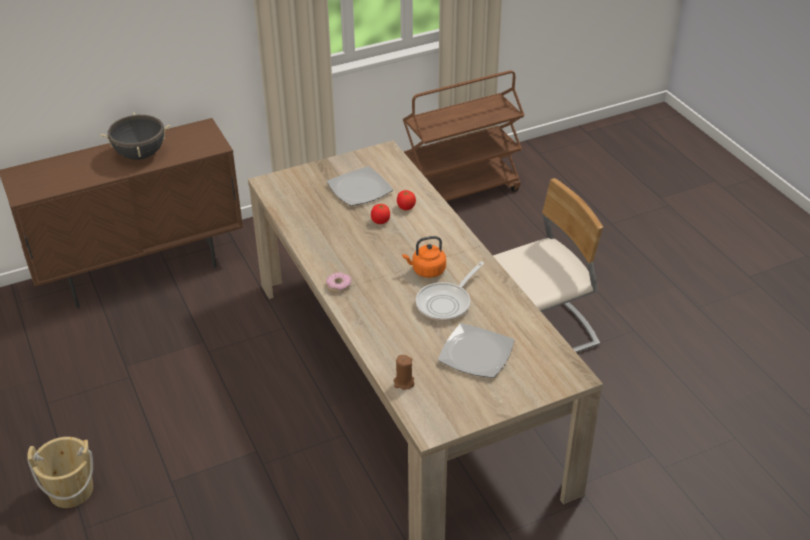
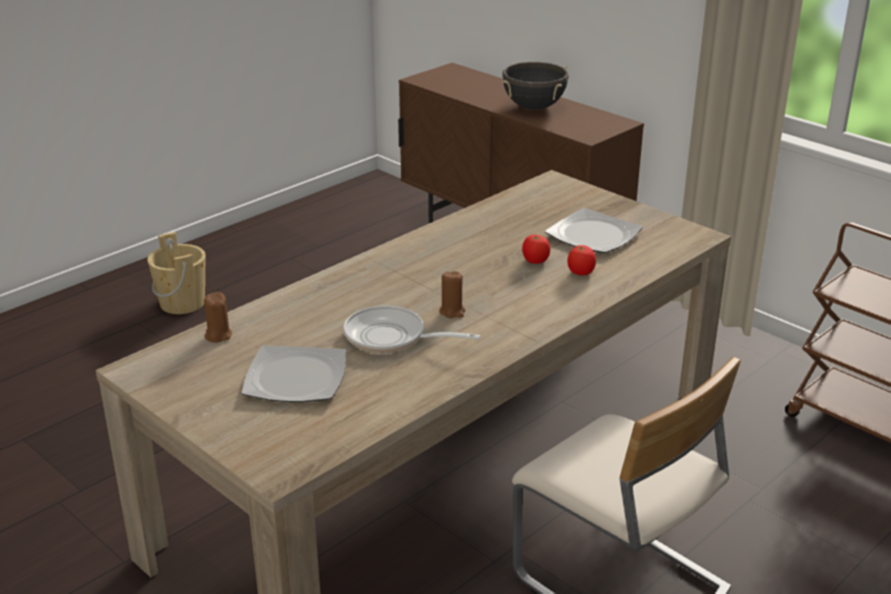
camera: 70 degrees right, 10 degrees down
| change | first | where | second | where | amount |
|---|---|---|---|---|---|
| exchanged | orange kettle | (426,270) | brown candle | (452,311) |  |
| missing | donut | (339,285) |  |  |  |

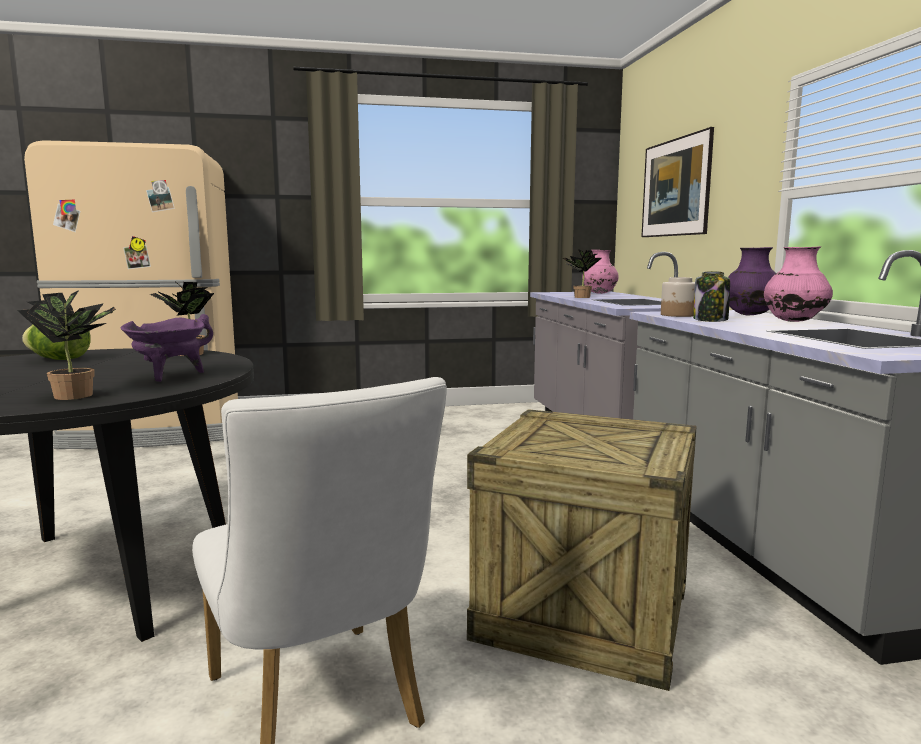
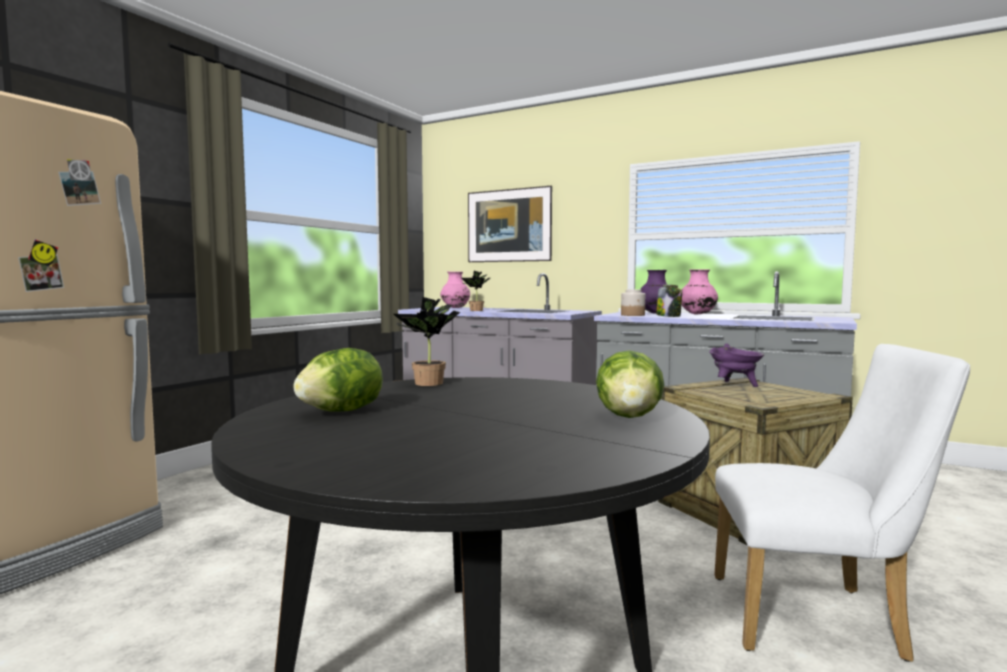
camera: 50 degrees left, 5 degrees down
| change | first | where | second | where | amount |
|---|---|---|---|---|---|
| exchanged | potted plant | (79,395) | lettuce | (629,417) |  |
| relocated | purple cooking pot | (169,376) |  | (735,385) |  |

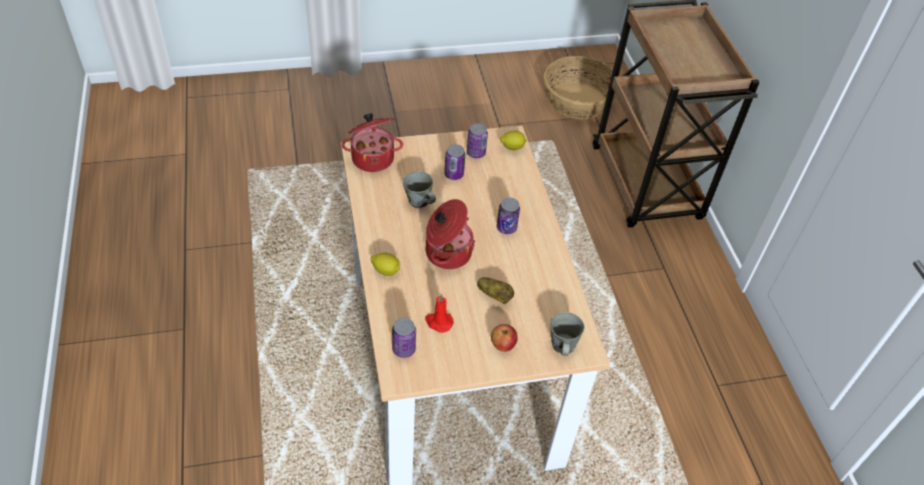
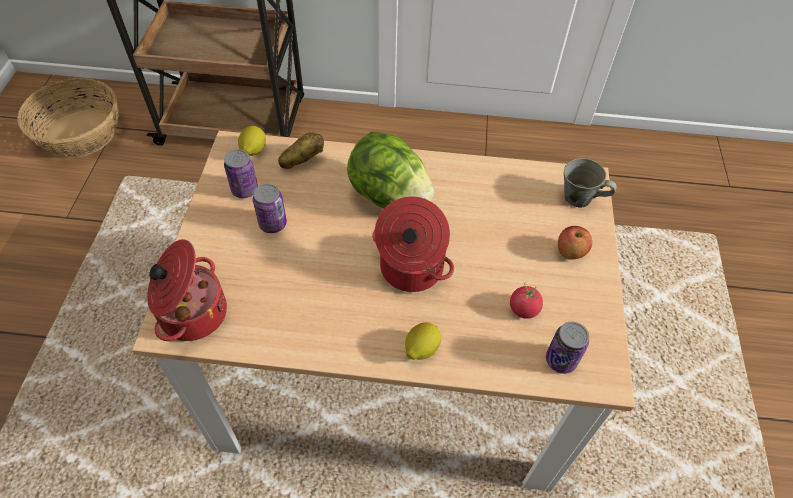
camera: 70 degrees left, 5 degrees up
| change | first | where | second | where | amount |
|---|---|---|---|---|---|
| relocated | potato | (495,296) |  | (302,160) |  |
| exchanged | can | (506,228) | lettuce | (389,196) |  |
| exchanged | red candle | (438,322) | tomato | (523,309) |  |
| missing | grey mug | (419,202) |  |  |  |

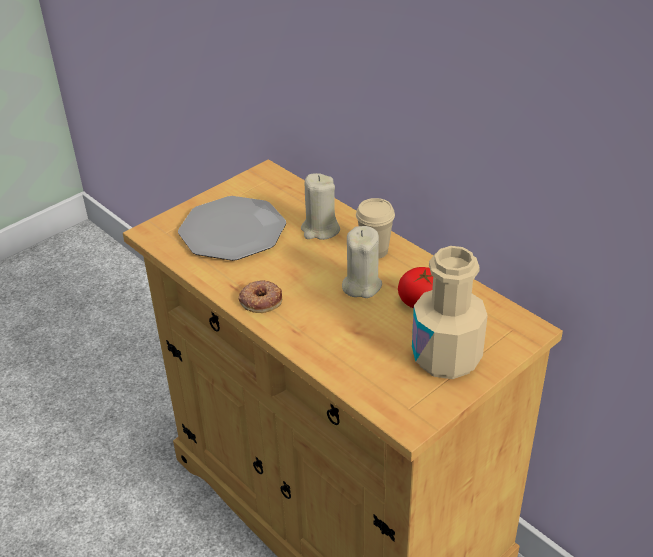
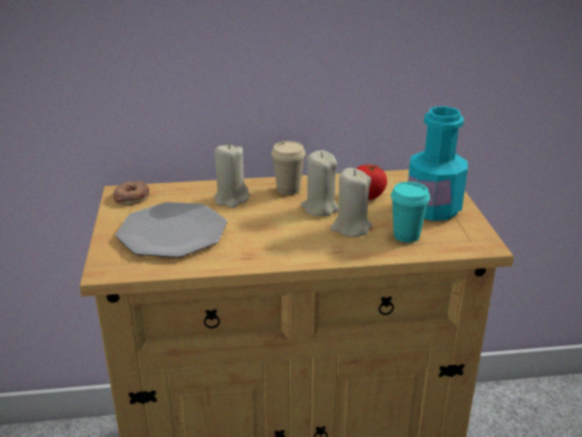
camera: 55 degrees left, 10 degrees down
| change | first | where | second | where | amount |
|---|---|---|---|---|---|
| relocated | donut | (261,300) |  | (131,197) |  |
| appeared |  |  | beige candle | (351,228) |  |
| appeared |  |  | turquoise cup | (406,236) |  |
| colour | beige bottle | (446,357) | turquoise bottle | (433,209) |  |

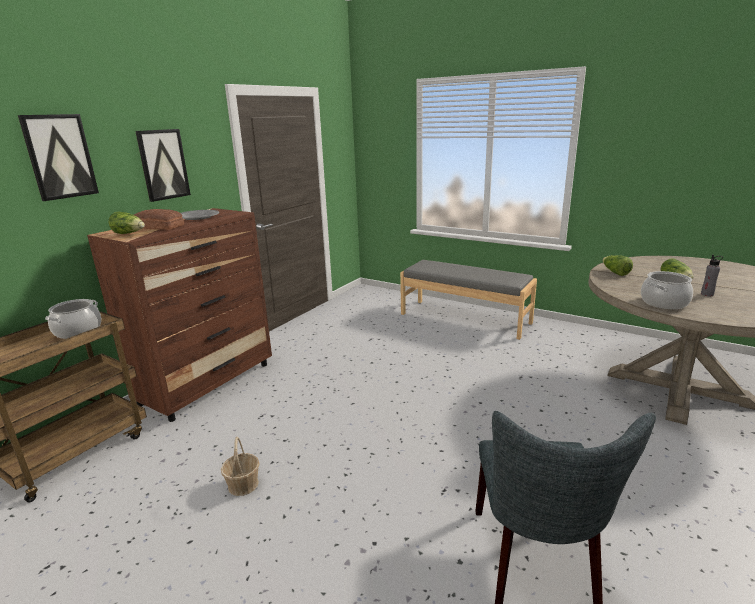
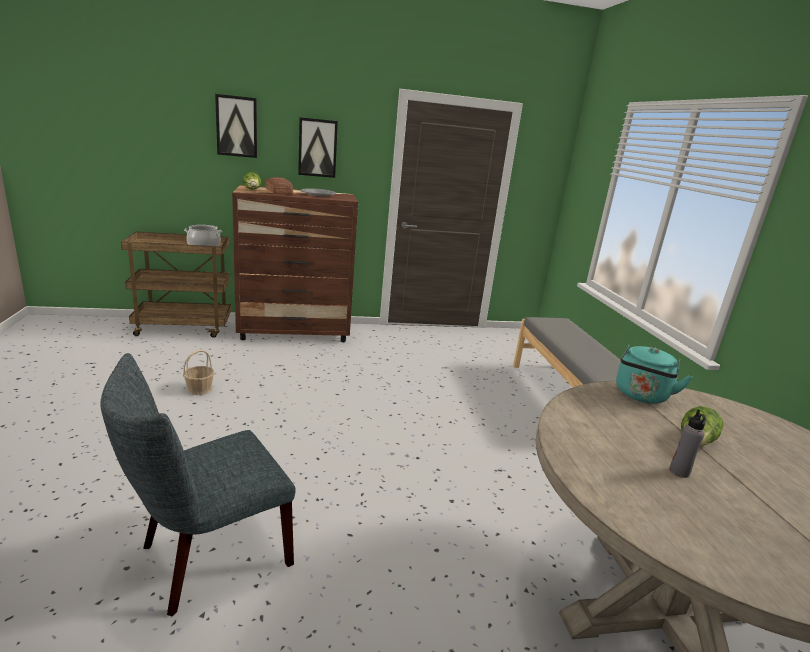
camera: 45 degrees right, 0 degrees up
| change | first | where | second | where | amount |
|---|---|---|---|---|---|
| exchanged | lettuce | (615,272) | turquoise kettle | (641,396) |  |
| missing | cooking pot | (664,303) |  |  |  |

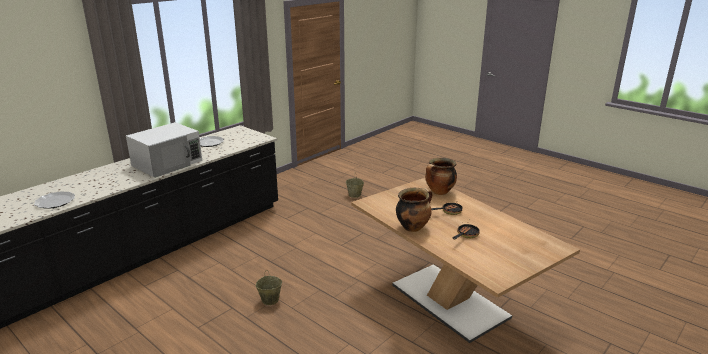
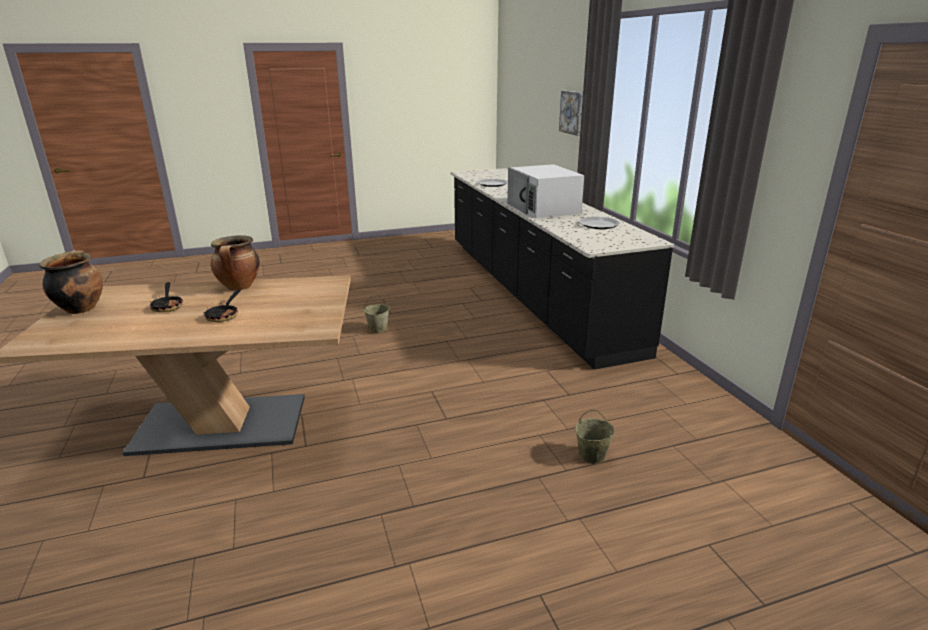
camera: 120 degrees right, 0 degrees up
| change | first | where | second | where | amount |
|---|---|---|---|---|---|
| relocated | cooking pot | (439,192) |  | (81,308) |  |
| appeared |  |  | picture | (573,112) |  |

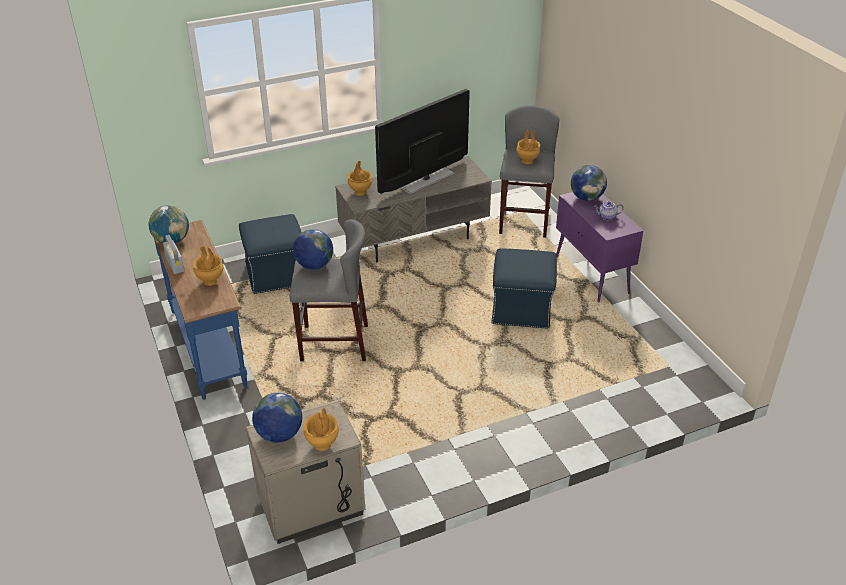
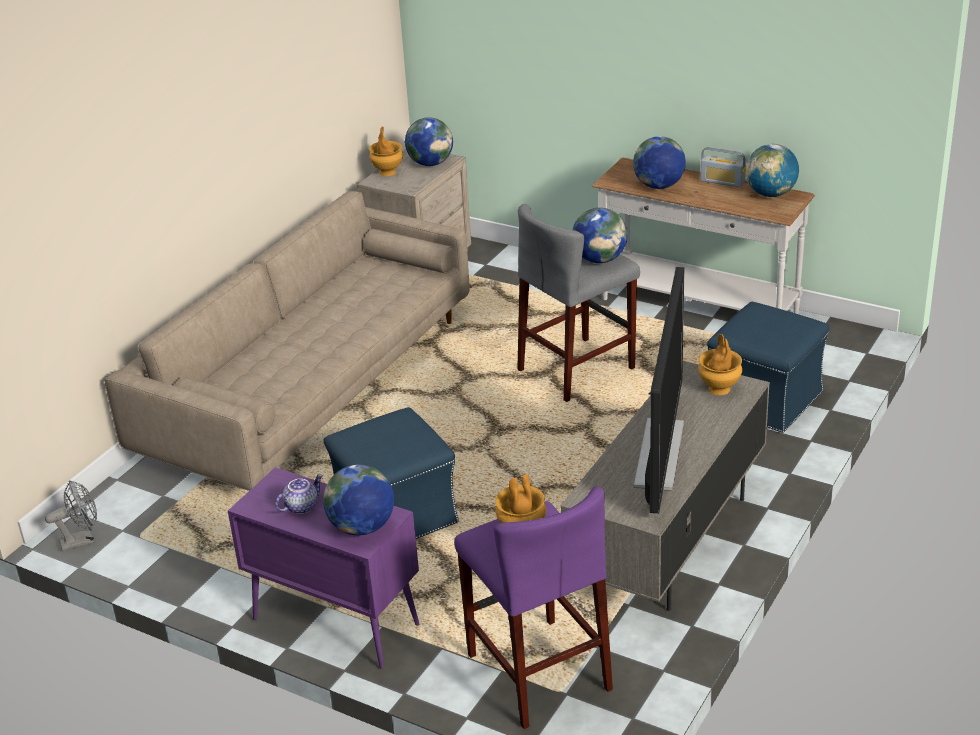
camera: 145 degrees right, 5 degrees down
| change | first | where | second | where | amount |
|---|---|---|---|---|---|
| appeared |  |  | grey fan | (82,540) |  |
| appeared |  |  | beige sofa | (311,386) |  |
| colour | grey stool | (523,221) | purple stool | (538,671) |  |
| colour | blue console table | (209,347) | white console table | (698,307) |  |
| exchanged | brown vase | (211,281) | globe | (659,186) |  |

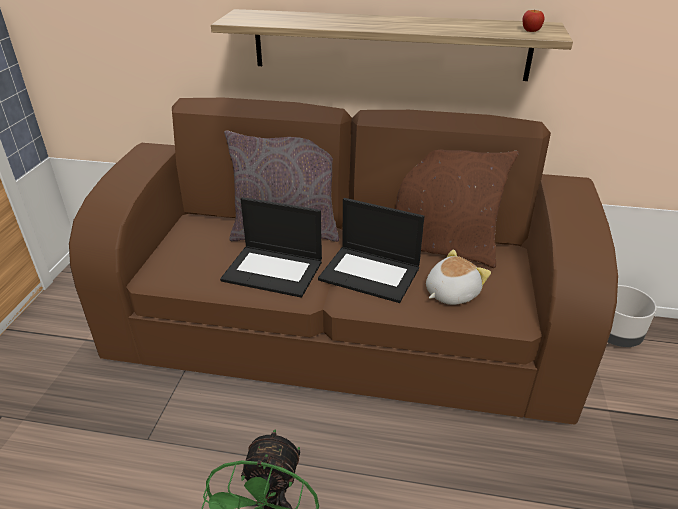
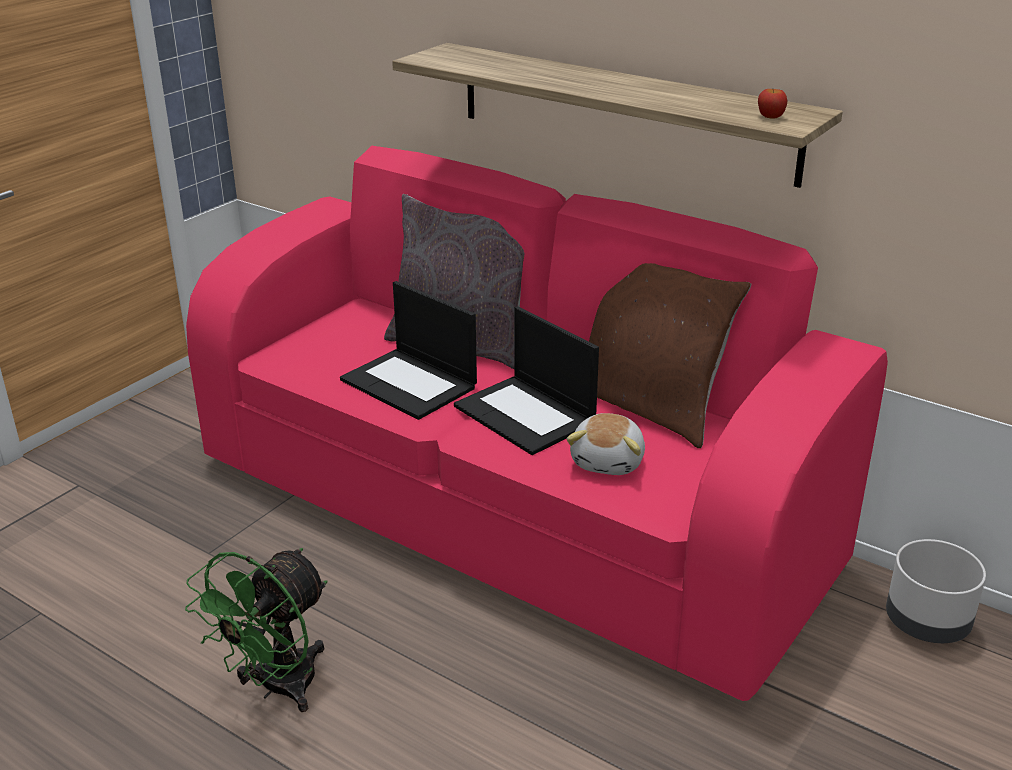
camera: 25 degrees right, 5 degrees down
| change | first | where | second | where | amount |
|---|---|---|---|---|---|
| colour | brown sofa | (340,335) | pink sofa | (508,510) |  |
| spun | plush toy | (450,293) |  | (609,461) | 120 degrees clockwise |

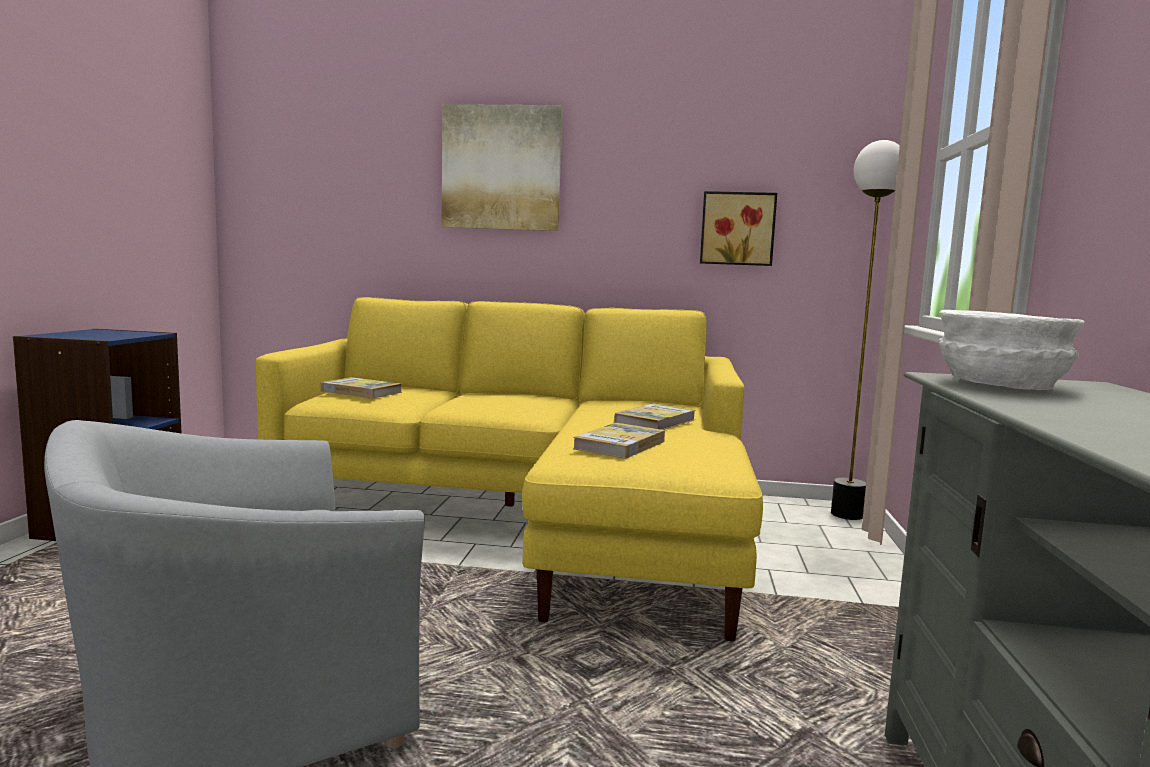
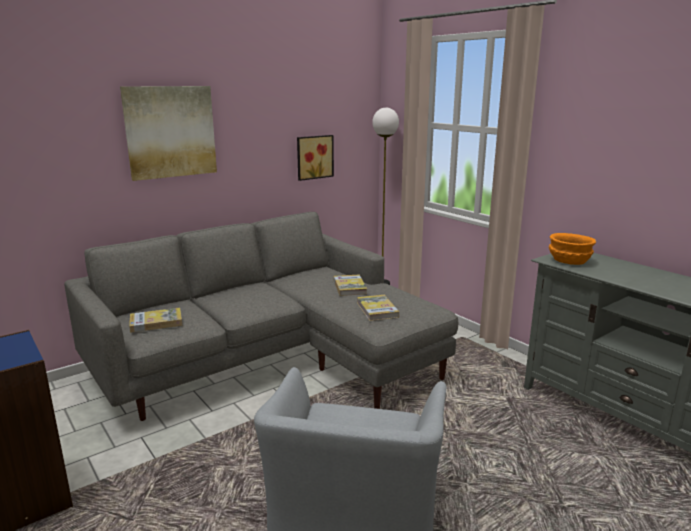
camera: 45 degrees left, 10 degrees up
| change | first | where | second | where | amount |
|---|---|---|---|---|---|
| colour | yellow sofa | (532,520) | grey sofa | (271,361) |  |
| colour | white bowl | (999,384) | orange bowl | (568,261) |  |

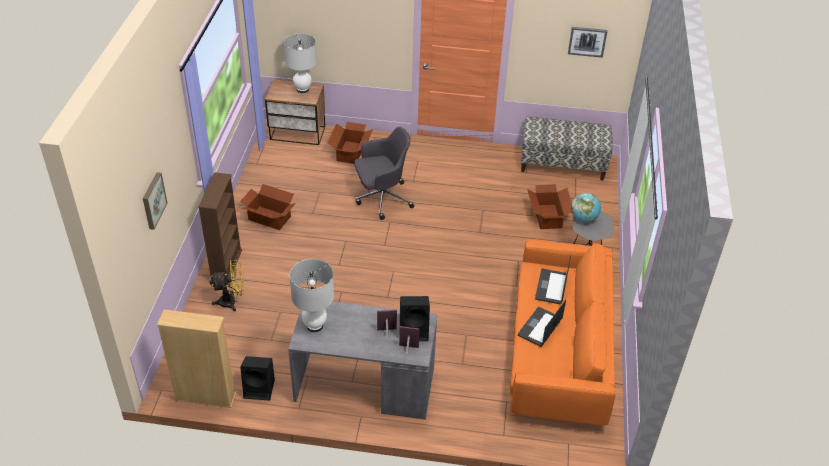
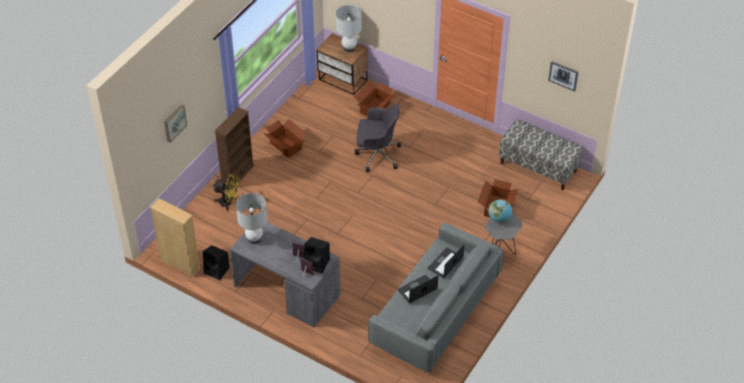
camera: 25 degrees right, 5 degrees up
| change | first | where | second | where | amount |
|---|---|---|---|---|---|
| colour | orange sofa | (558,352) | grey sofa | (435,313) |  |

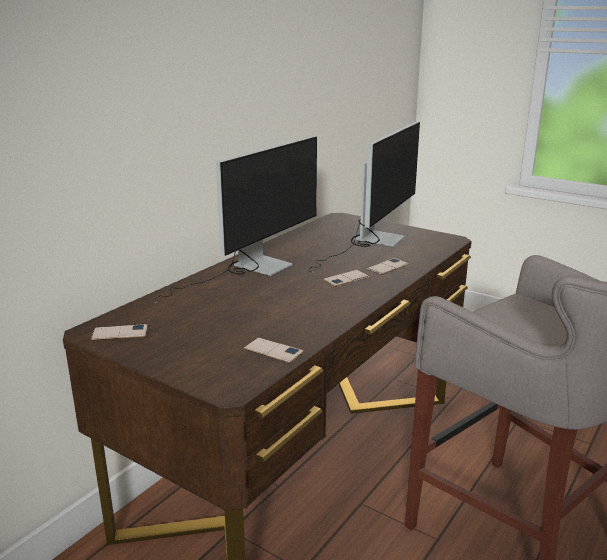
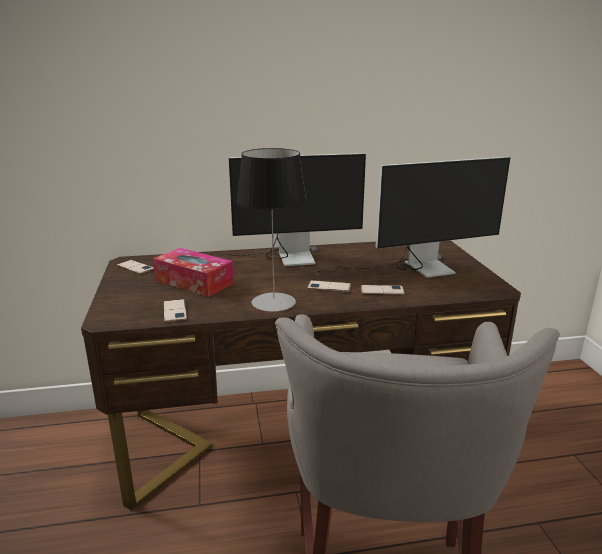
camera: 45 degrees right, 0 degrees up
| change | first | where | second | where | amount |
|---|---|---|---|---|---|
| appeared |  |  | tissue box | (194,282) |  |
| appeared |  |  | table lamp | (274,302) |  |

